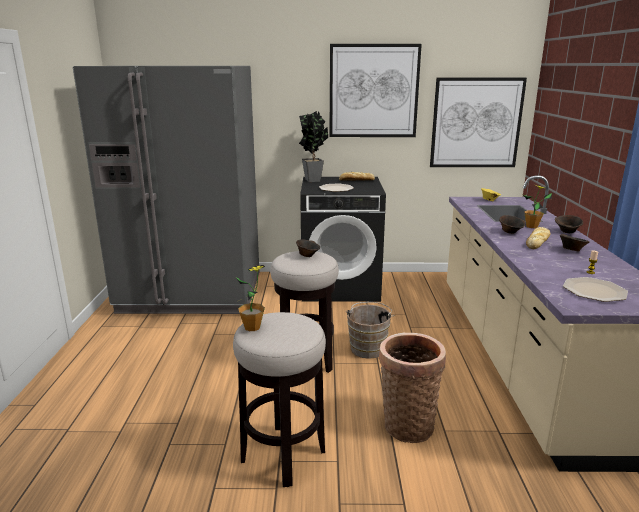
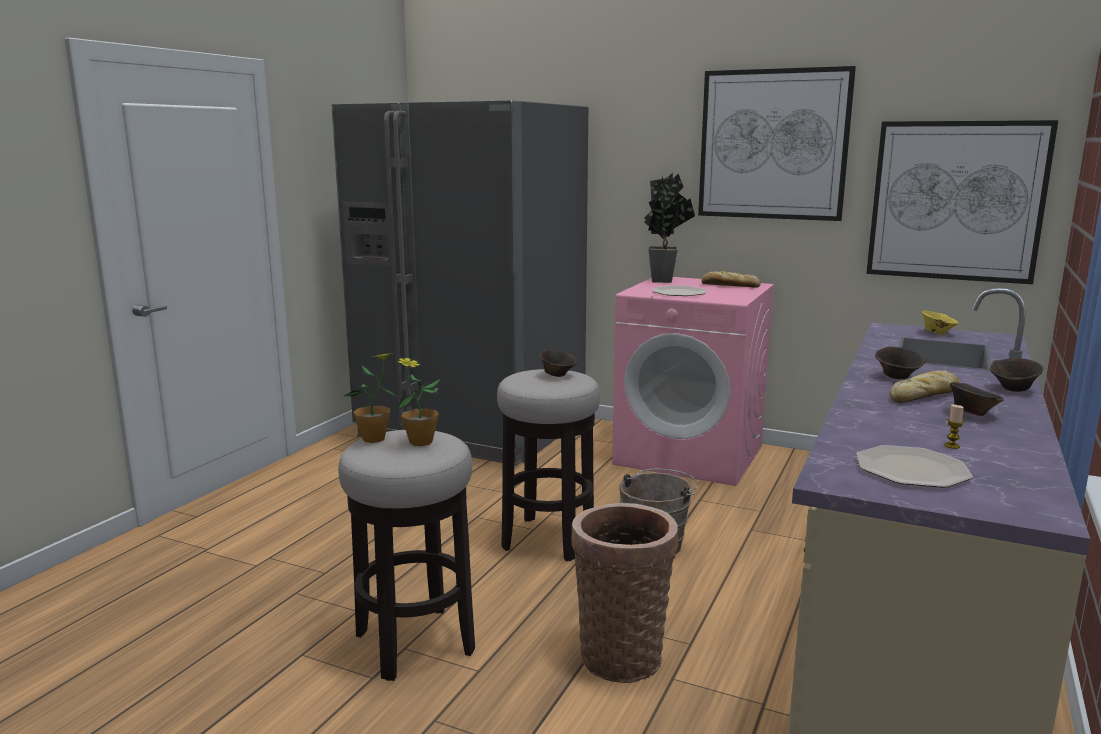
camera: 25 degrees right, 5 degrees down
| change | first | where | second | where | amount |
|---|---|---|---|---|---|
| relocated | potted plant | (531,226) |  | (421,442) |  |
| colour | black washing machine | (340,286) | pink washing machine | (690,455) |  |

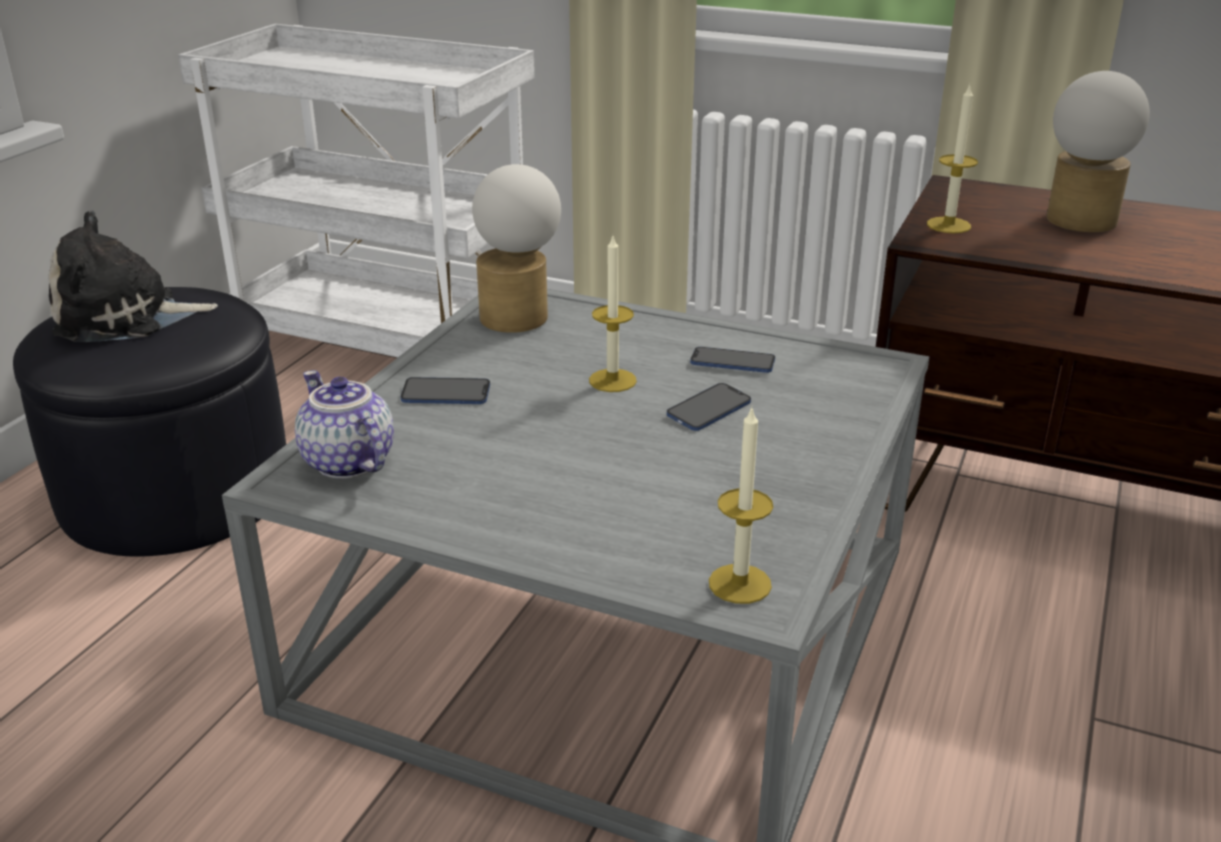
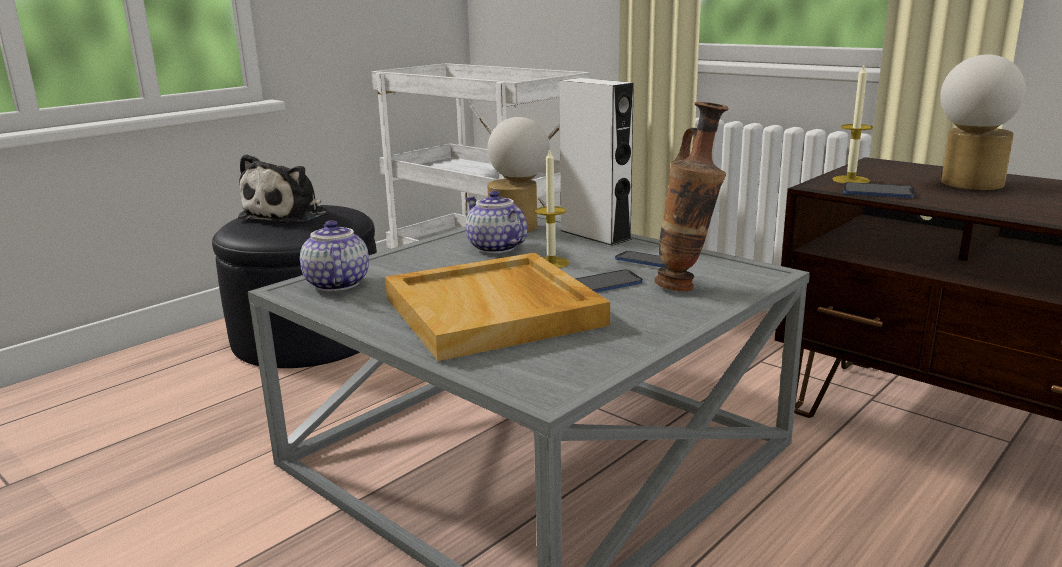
camera: 20 degrees right, 10 degrees down
| change | first | where | second | where | amount |
|---|---|---|---|---|---|
| spun | plush toy | (125,317) |  | (288,215) | 75 degrees counterclockwise |
| appeared |  |  | beige tray | (495,311) |  |
| appeared |  |  | teapot | (494,248) |  |
| appeared |  |  | white speaker | (595,235) |  |
| appeared |  |  | vase | (687,287) |  |
| relocated | phone | (446,393) |  | (878,192) |  |
| missing | candle | (740,584) |  |  |  |

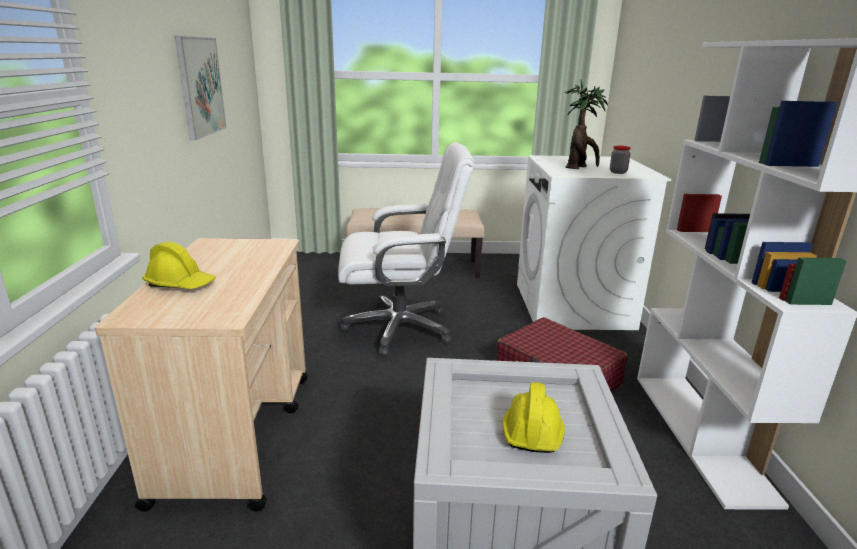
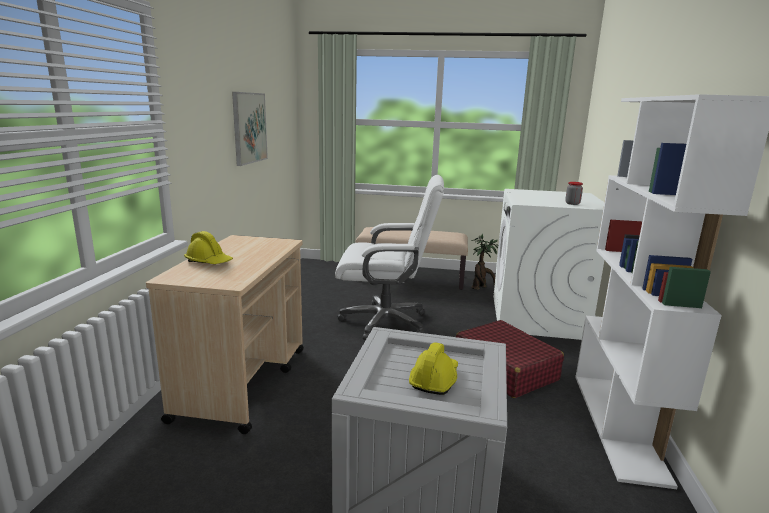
camera: 10 degrees right, 5 degrees down
| change | first | where | second | where | amount |
|---|---|---|---|---|---|
| relocated | potted plant | (579,168) |  | (481,287) |  |

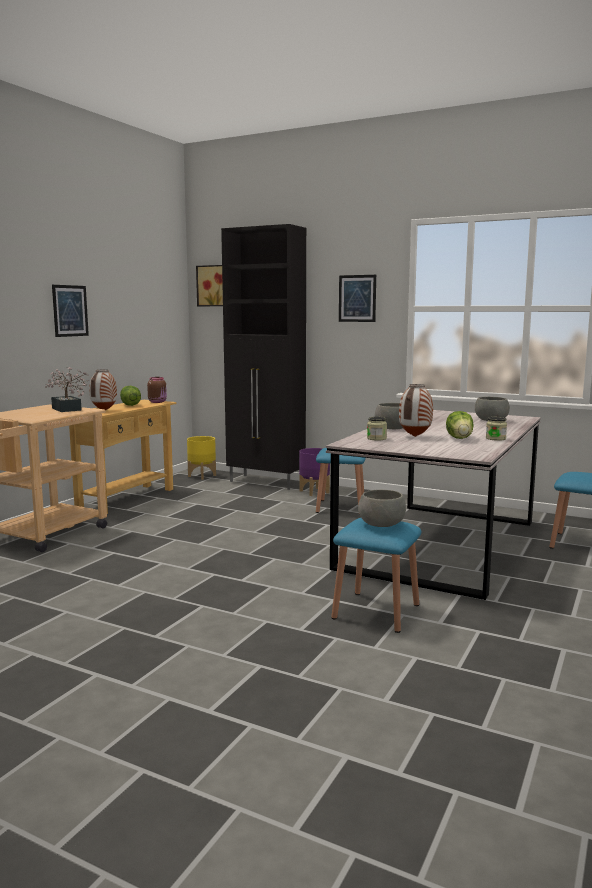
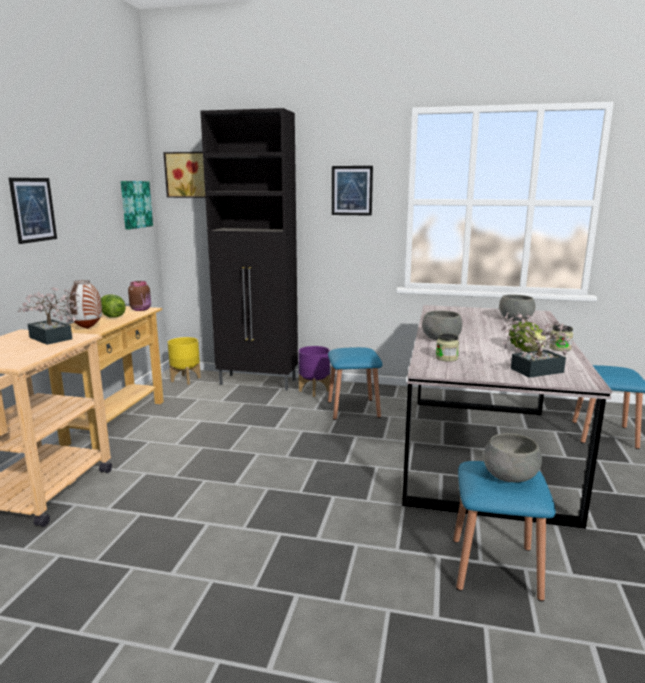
camera: 15 degrees left, 5 degrees up
| change | first | where | second | where | amount |
|---|---|---|---|---|---|
| appeared |  |  | picture | (135,204) |  |
| appeared |  |  | potted plant | (531,371) |  |
| missing | vase | (415,436) |  |  |  |

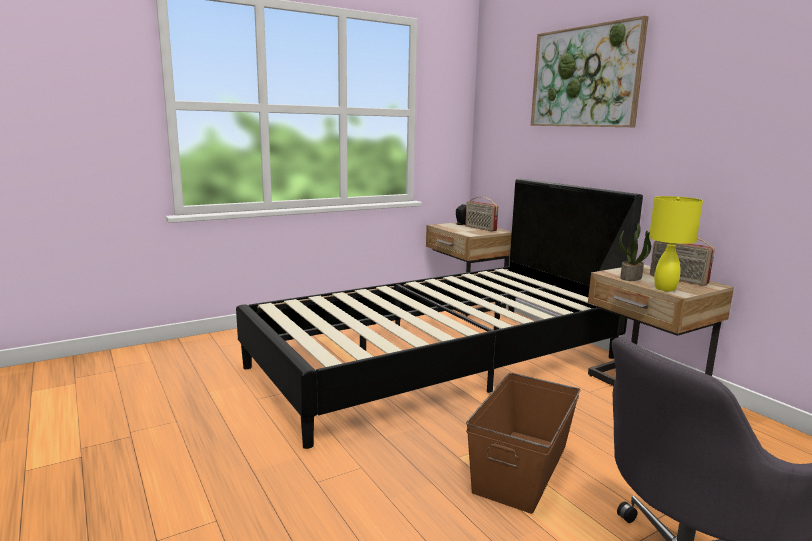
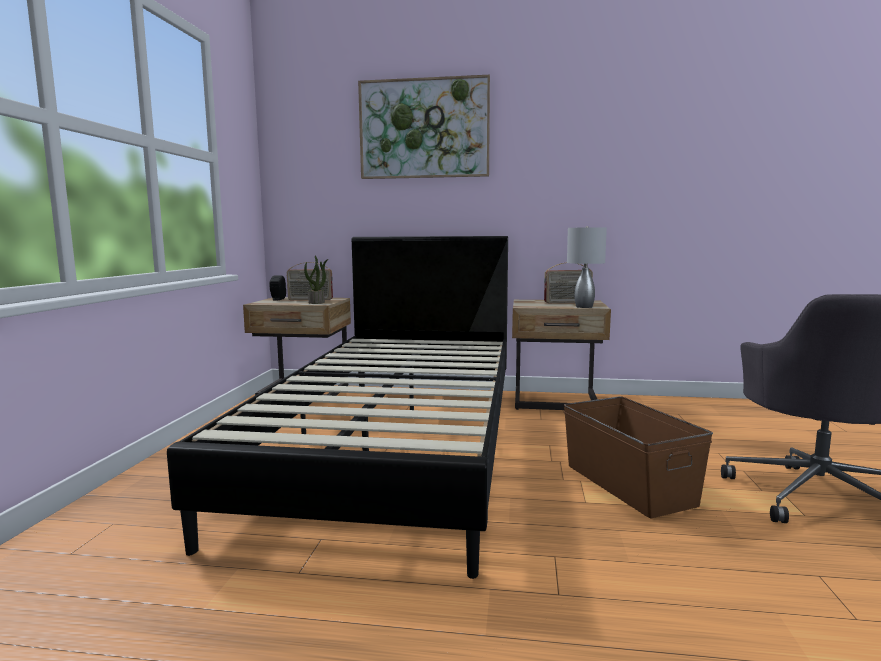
camera: 50 degrees left, 5 degrees down
| change | first | where | second | where | amount |
|---|---|---|---|---|---|
| relocated | potted plant | (631,277) |  | (317,302) |  |
| colour | yellow table lamp | (665,288) | grey table lamp | (583,306) |  |

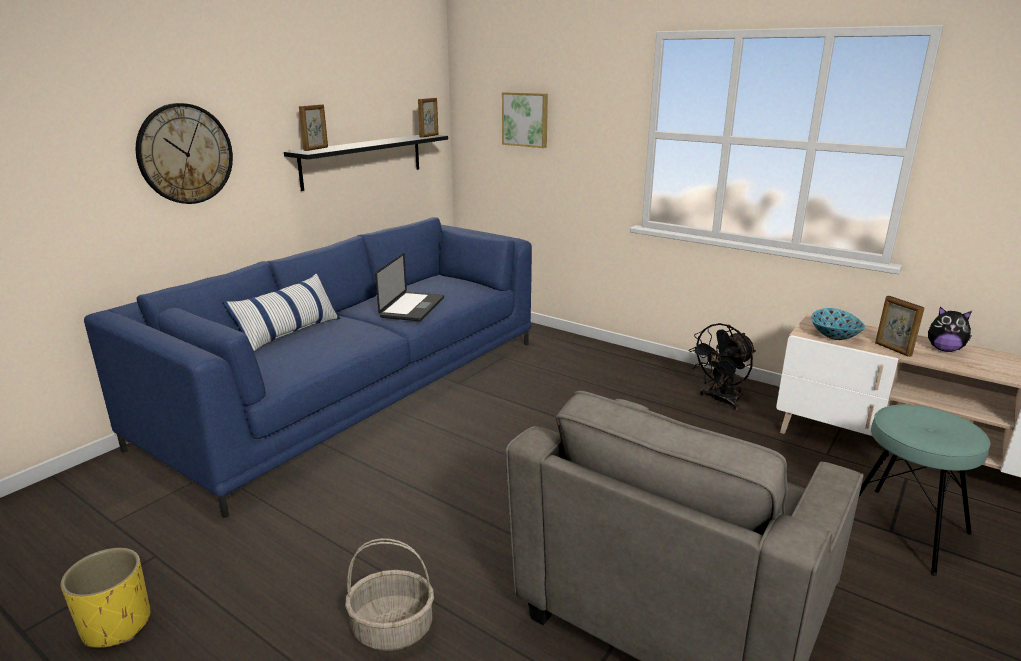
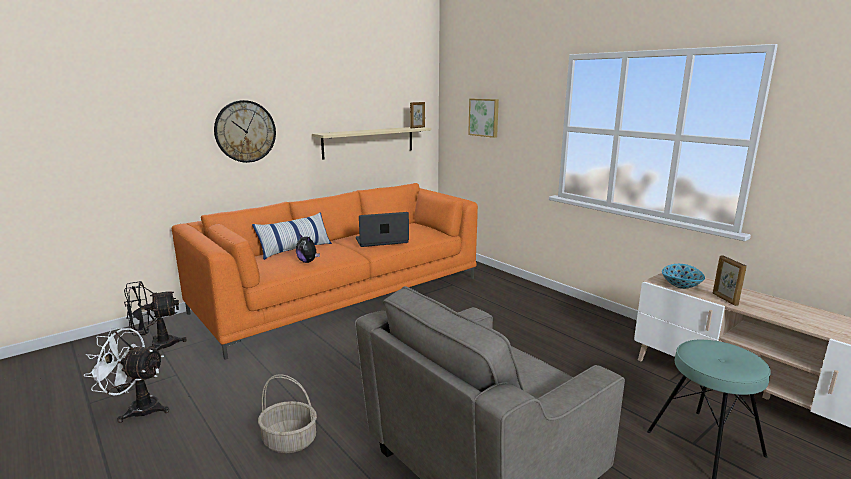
camera: 15 degrees right, 5 degrees down
| change | first | where | second | where | amount |
|---|---|---|---|---|---|
| exchanged | yellow planter | (117,625) | white fan | (137,409) |  |
| relocated | black fan | (720,401) |  | (156,346) |  |
| colour | blue sofa | (357,390) | orange sofa | (343,294) |  |
| relocated | plush toy | (944,349) |  | (308,261) |  |
| colour | black shelf | (363,160) | beige shelf | (369,142) |  |
| spun | laptop | (412,307) |  | (381,241) | 135 degrees counterclockwise |
| missing | picture frame | (316,149) |  |  |  |

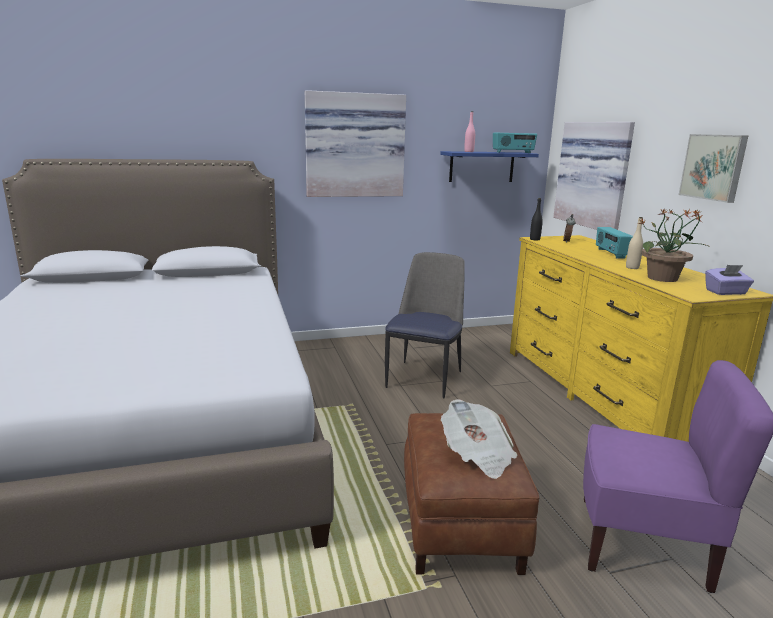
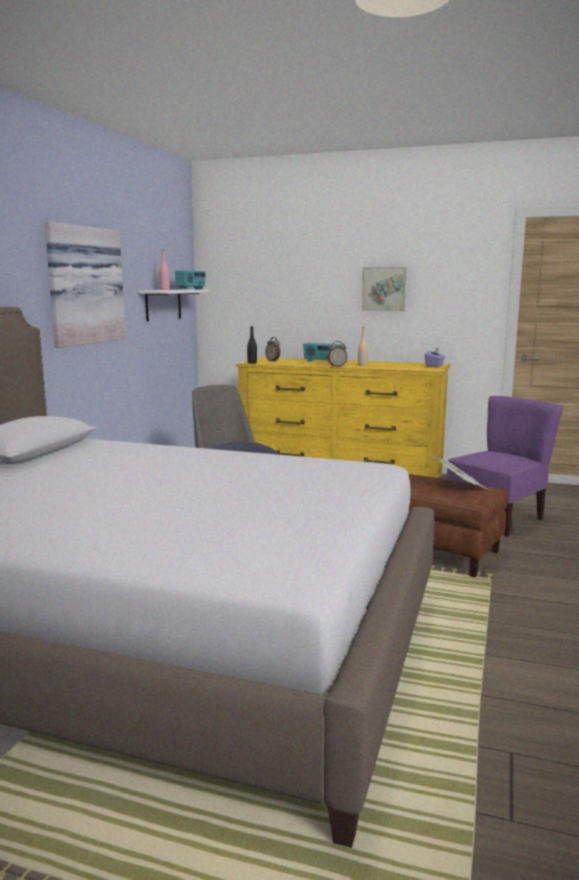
camera: 55 degrees left, 5 degrees down
| change | first | where | second | where | amount |
|---|---|---|---|---|---|
| colour | blue shelf | (481,167) | white shelf | (163,304) |  |
| appeared |  |  | alarm clock | (337,366) |  |
| missing | picture | (594,175) |  |  |  |
| missing | potted plant | (663,278) |  |  |  |

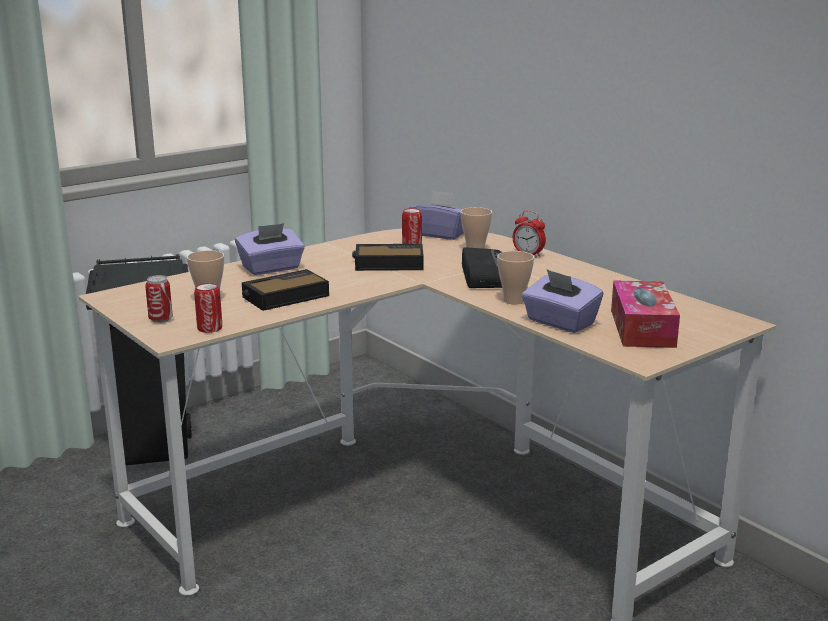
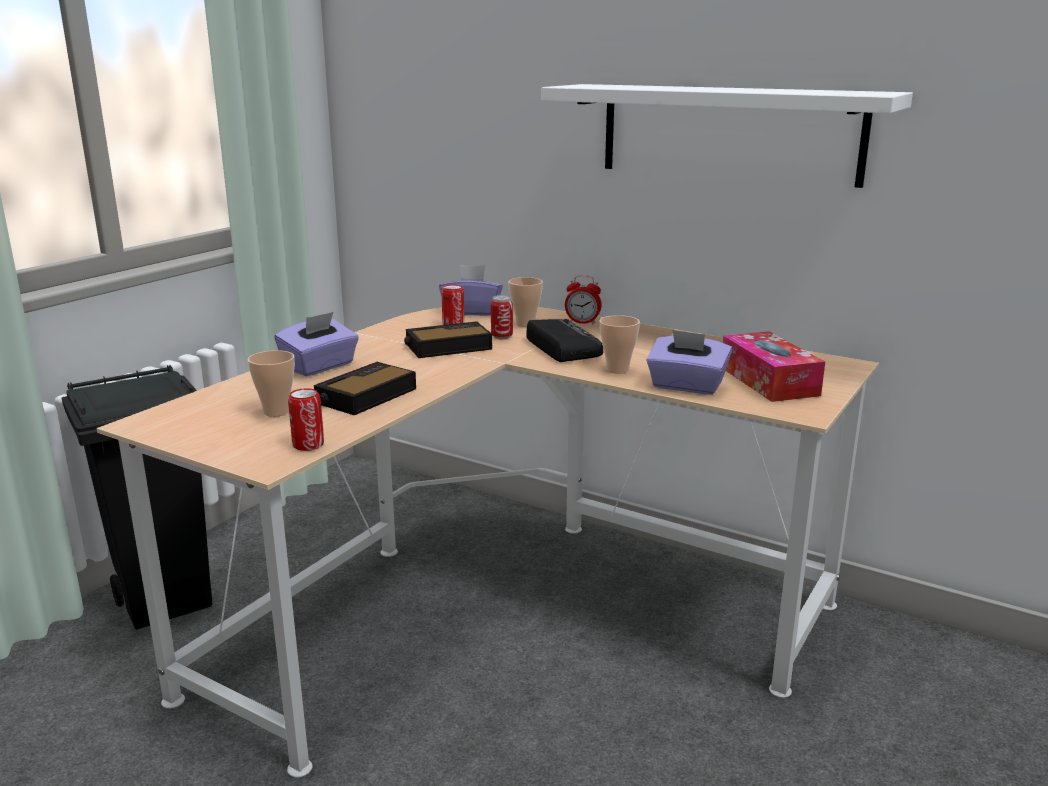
camera: 20 degrees left, 0 degrees up
| change | first | where | second | where | amount |
|---|---|---|---|---|---|
| relocated | can | (160,319) |  | (502,337) |  |
| appeared |  |  | white shelf | (728,133) |  |

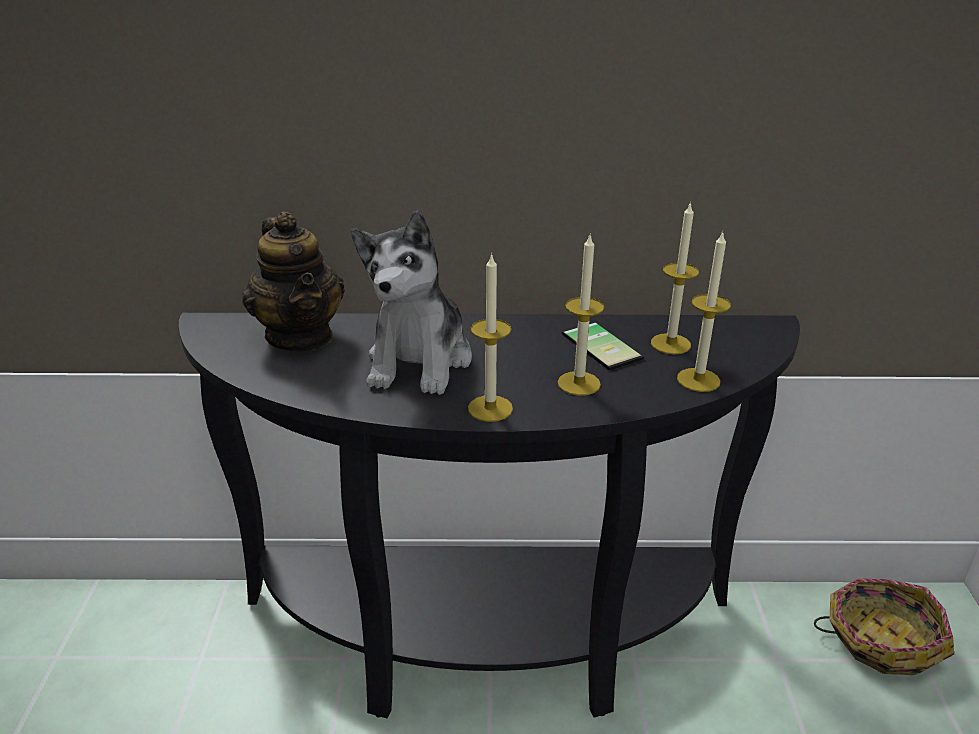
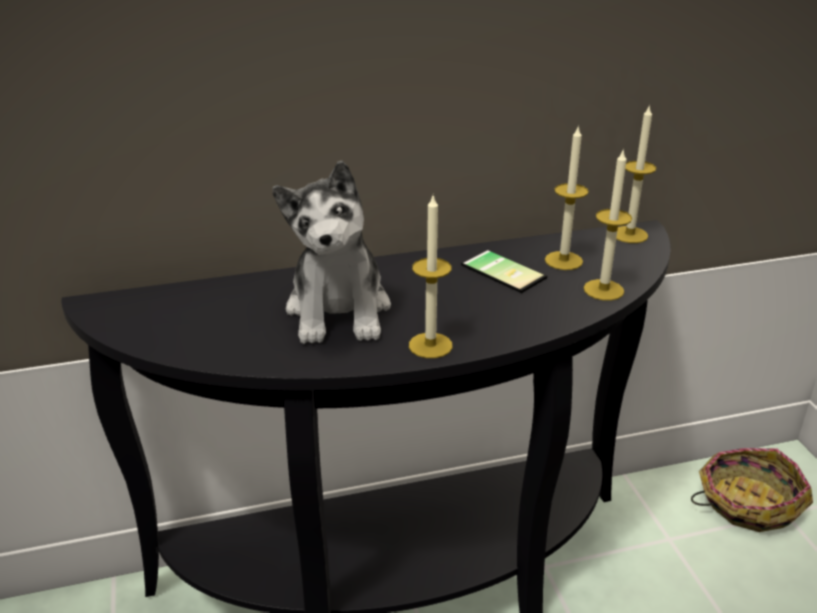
camera: 15 degrees left, 0 degrees up
| change | first | where | second | where | amount |
|---|---|---|---|---|---|
| relocated | candle | (579,383) |  | (629,235) |  |
| missing | teapot | (300,336) |  |  |  |

